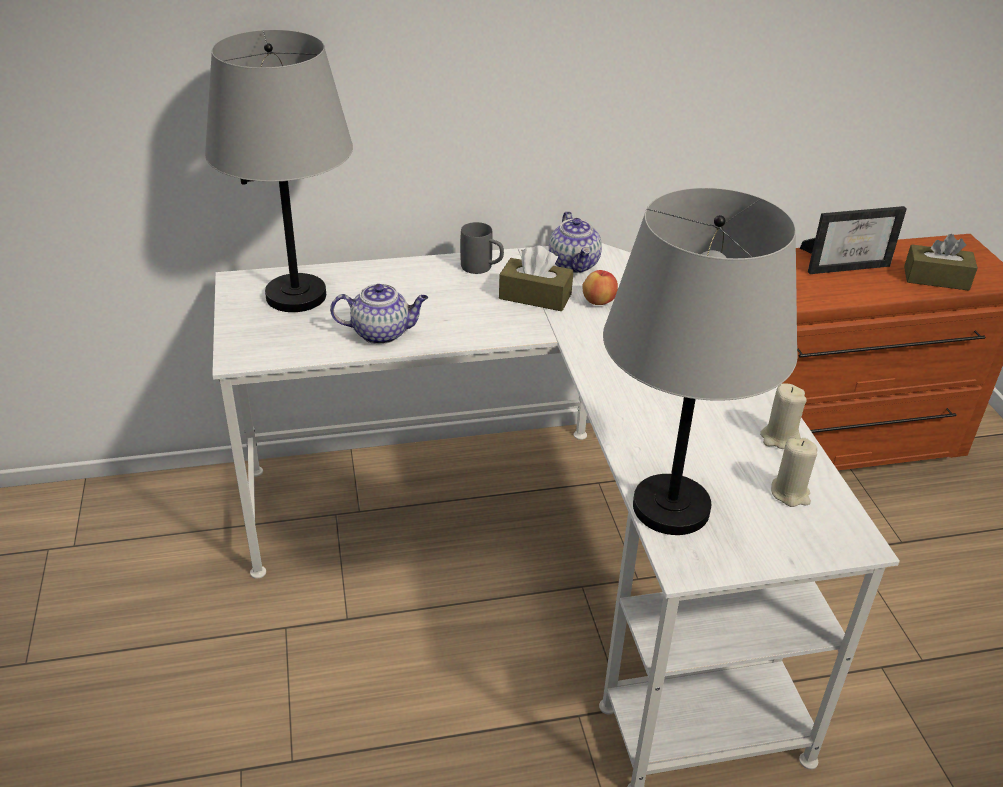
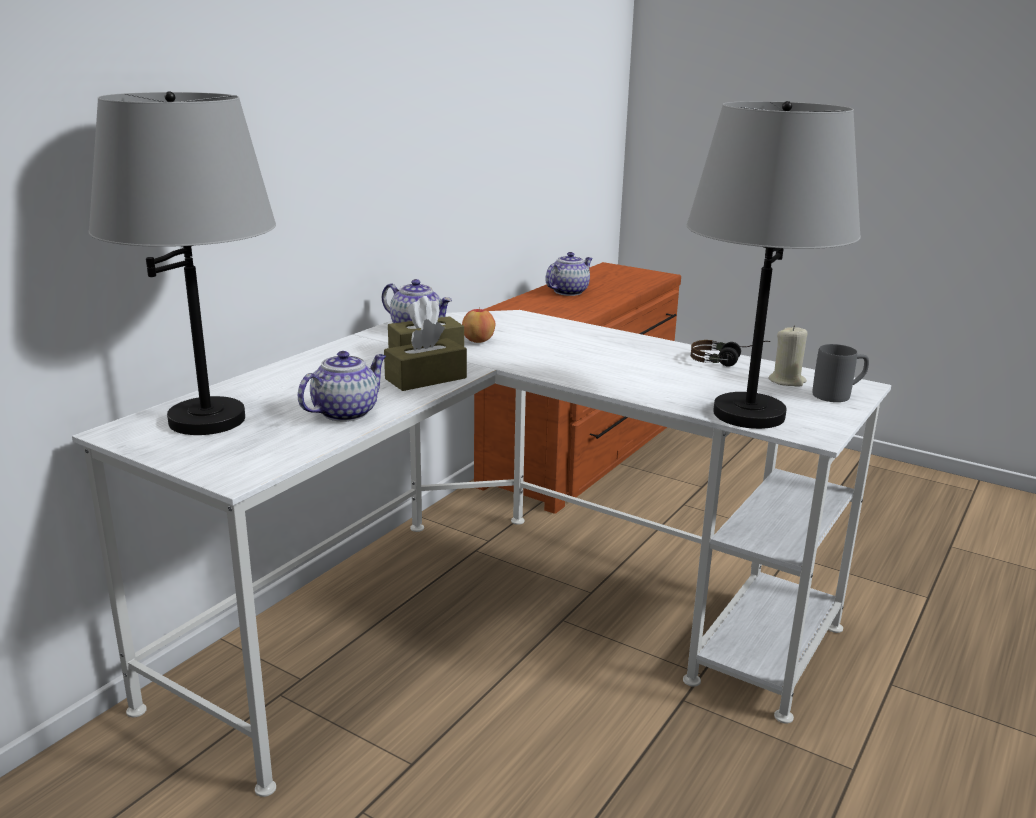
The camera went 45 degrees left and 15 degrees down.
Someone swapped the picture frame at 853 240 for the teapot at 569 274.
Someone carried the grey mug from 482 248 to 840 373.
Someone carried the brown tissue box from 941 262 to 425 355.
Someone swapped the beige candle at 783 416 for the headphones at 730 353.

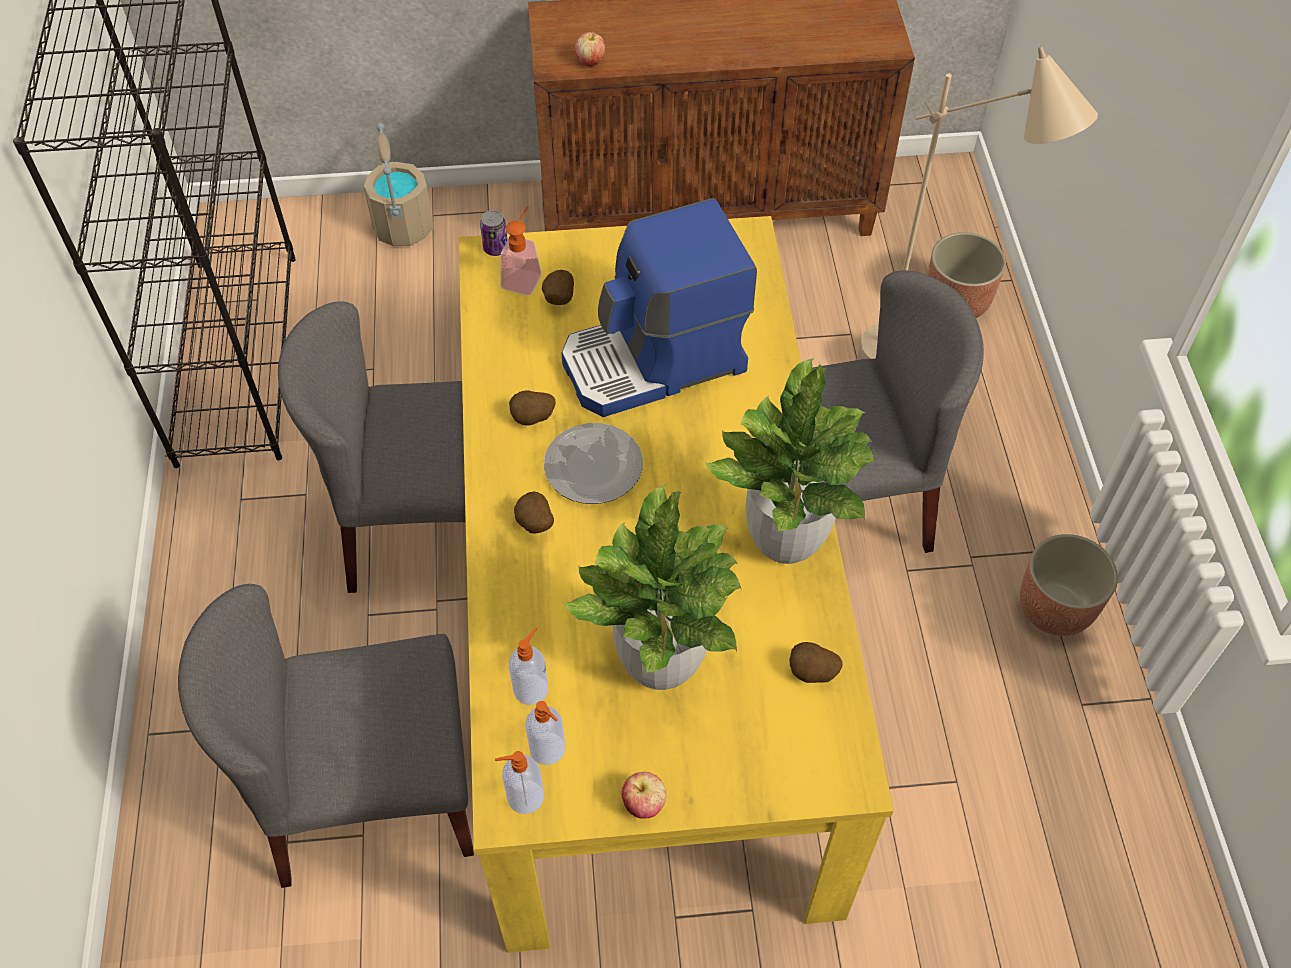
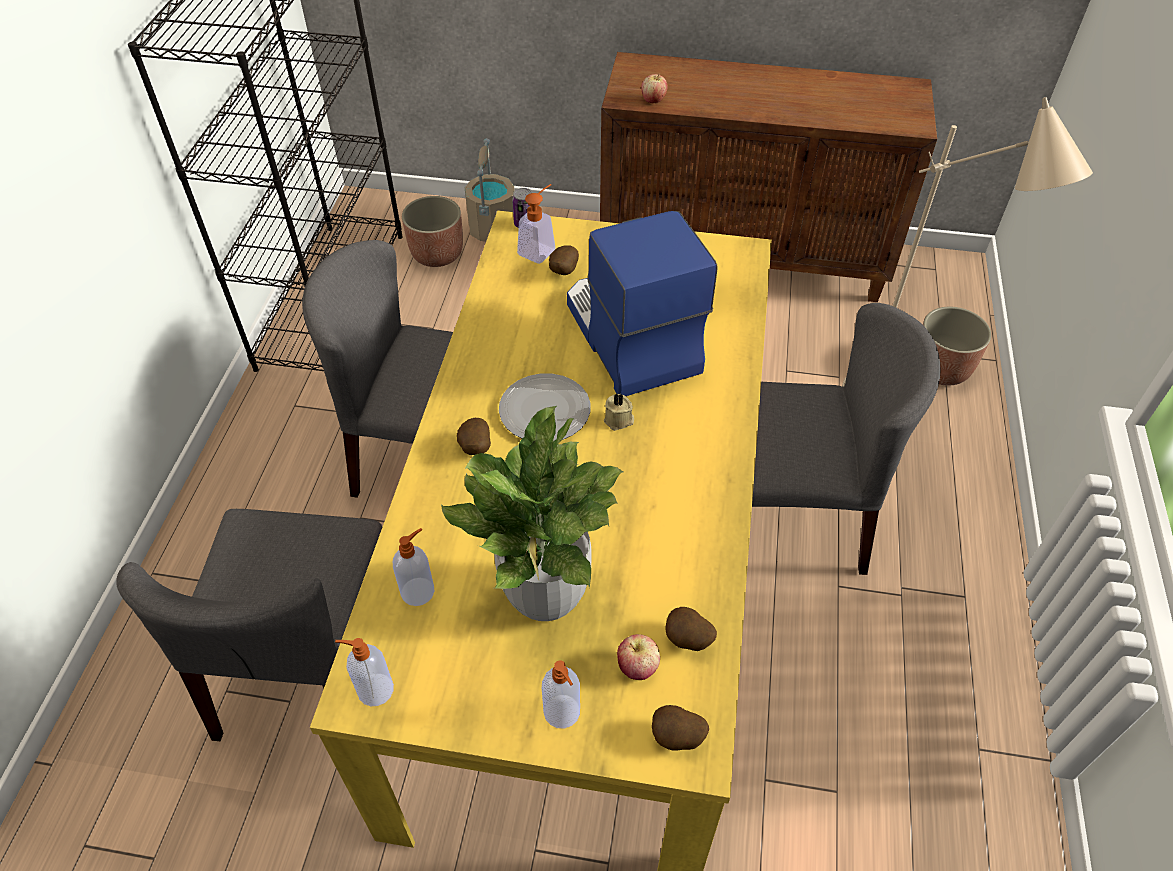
The camera went 15 degrees right and 5 degrees down.
Someone rotated the coffee machine at 659 307 by 75 degrees clockwise.
Someone took away the potted plant at 790 461.
Someone carried the potato from 532 408 to 680 728.
Someone carried the planter from 1069 585 to 432 231.
Someone rotated the grey chair at 326 736 by 90 degrees counterclockwise.
Someone carried the soap dispenser from 545 733 to 561 695.
Someone carried the apple from 644 795 to 638 657.
Someone put down the beige candle at 619 412.

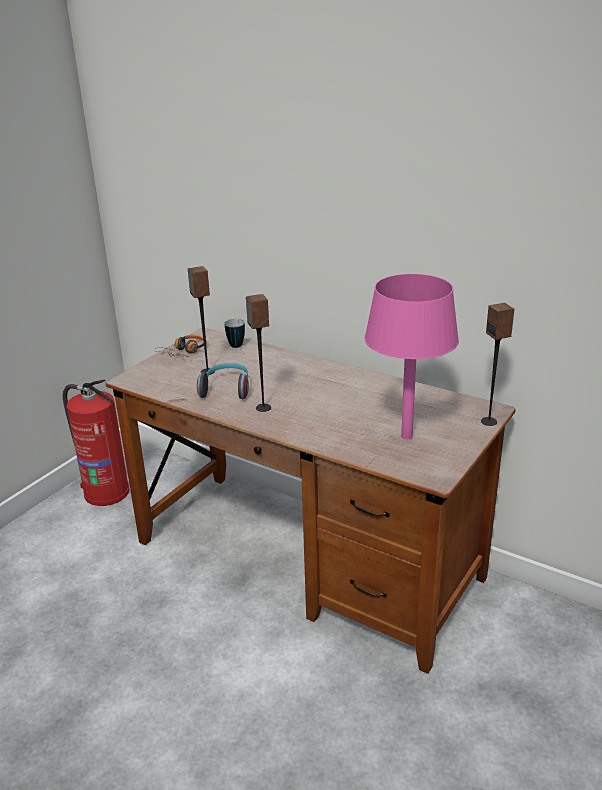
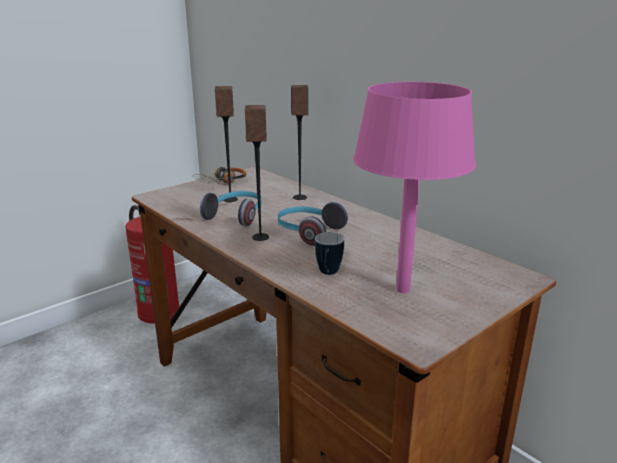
The camera went 15 degrees right and 5 degrees down.
Someone carried the speaker from 498 364 to 300 142.
Someone carried the mug from 235 333 to 329 253.
Someone put down the headphones at 313 224.

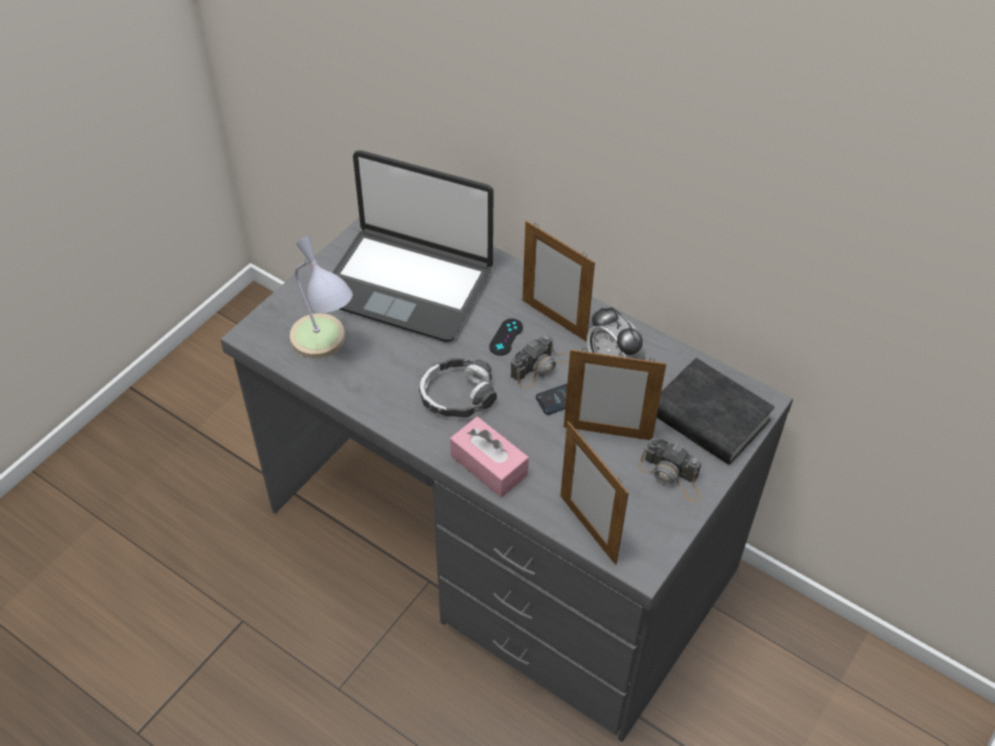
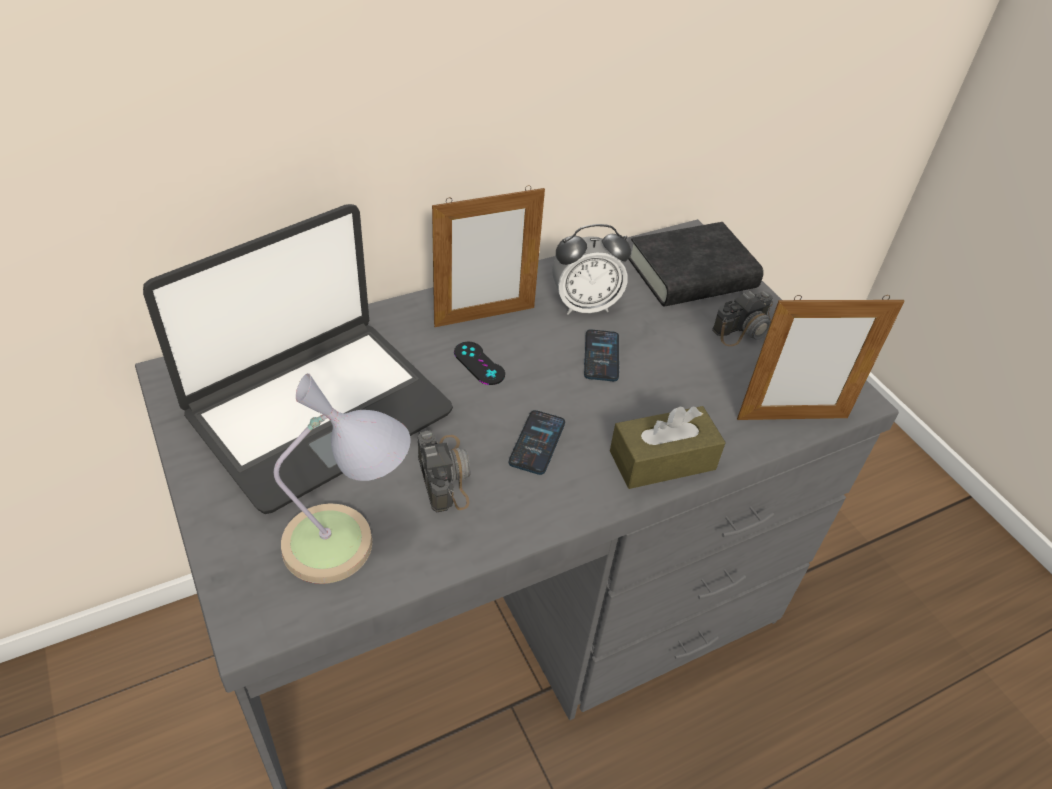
The camera went 65 degrees left and 5 degrees down.
Someone carried the photo camera from 540 361 to 444 471.
Someone took away the picture frame at 615 394.
Someone swapped the headphones at 458 387 for the phone at 537 442.
Someone repainted the pink tissue box at 489 457, which became the brown tissue box at 668 447.

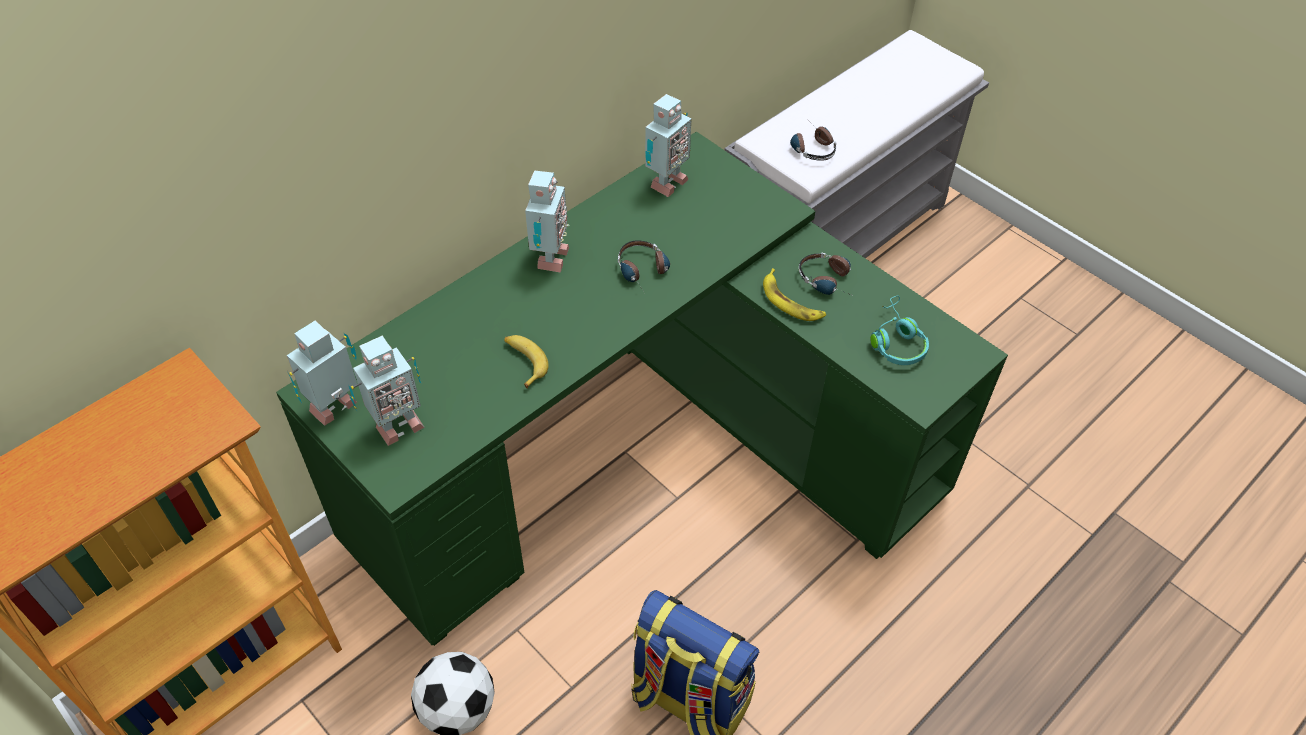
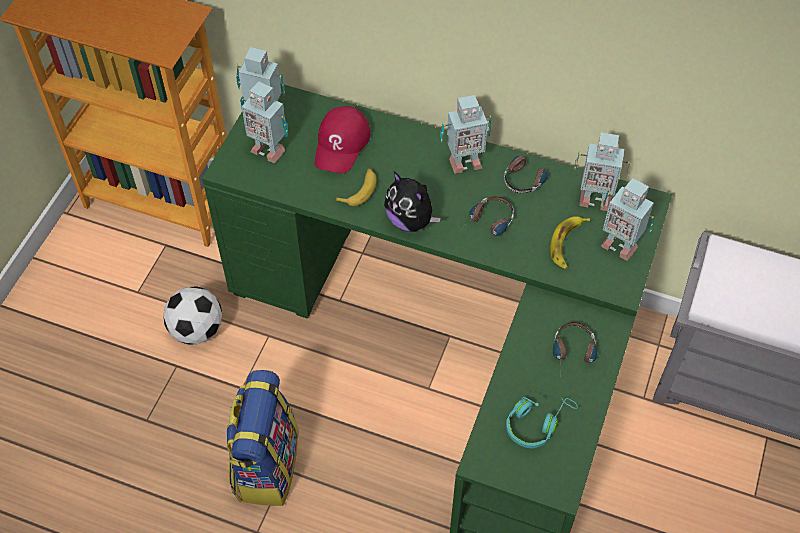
The camera went 65 degrees right and 5 degrees up.
Someone carried the headphones from 813 142 to 527 174.
Someone carried the banana from 794 294 to 570 242.
Someone put down the red cap at 343 139.
Someone put down the plush toy at 412 201.
Someone put down the toy robot at 627 219.

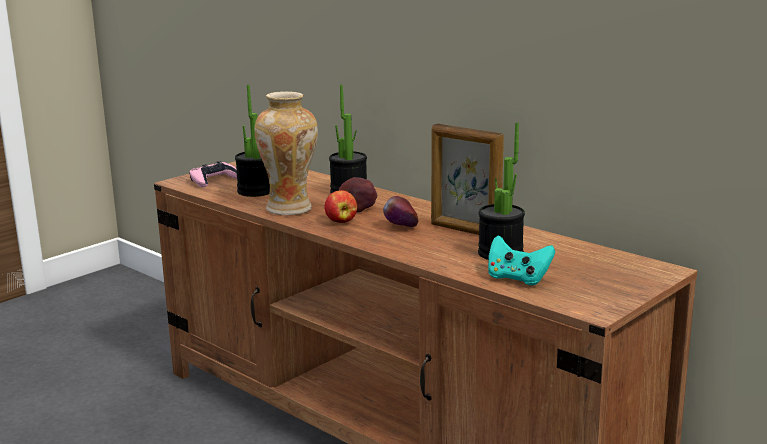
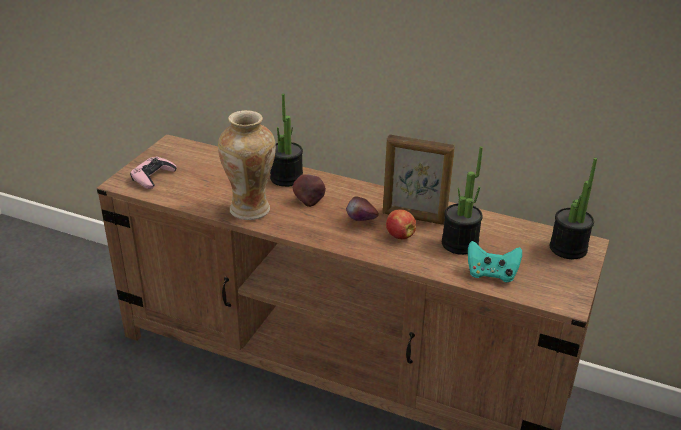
The camera went 20 degrees left and 15 degrees up.
Someone carried the potted plant from 252 141 to 573 208.
Someone carried the apple from 340 206 to 401 224.

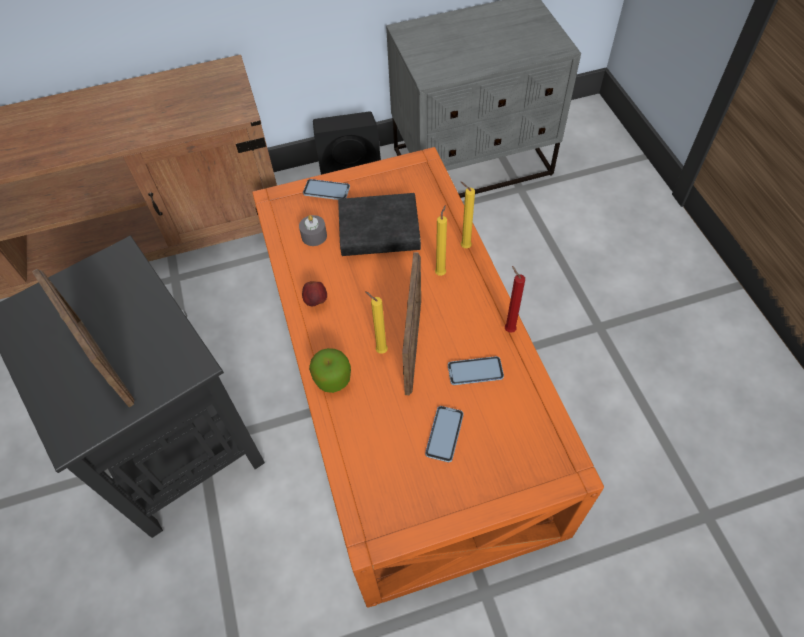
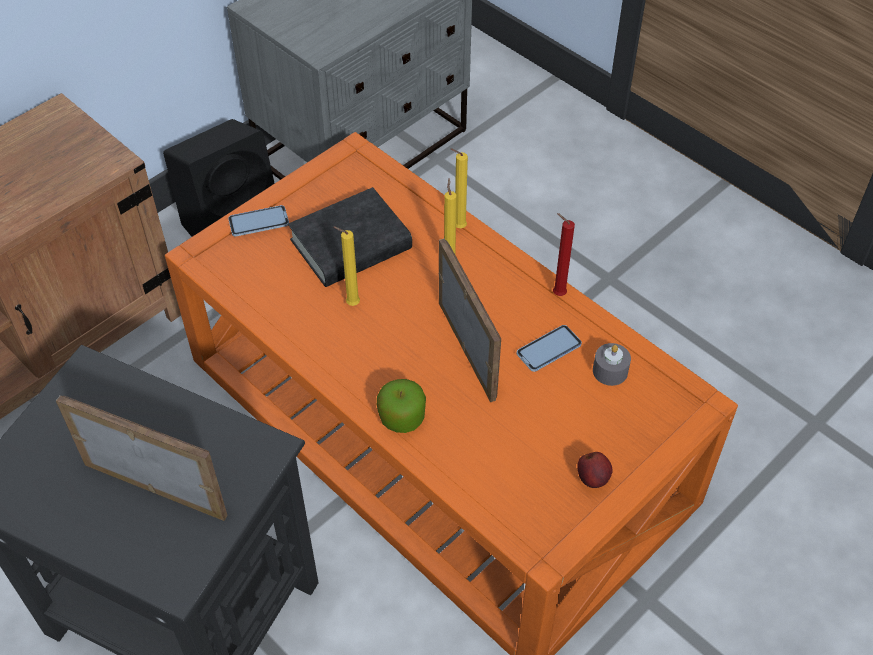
The camera went 30 degrees left and 5 degrees down.
Someone carried the grey candle from 313 230 to 612 364.
Someone carried the apple from 314 293 to 595 470.
Someone carried the yellow candle from 376 322 to 347 266.
Someone took away the phone at 444 434.

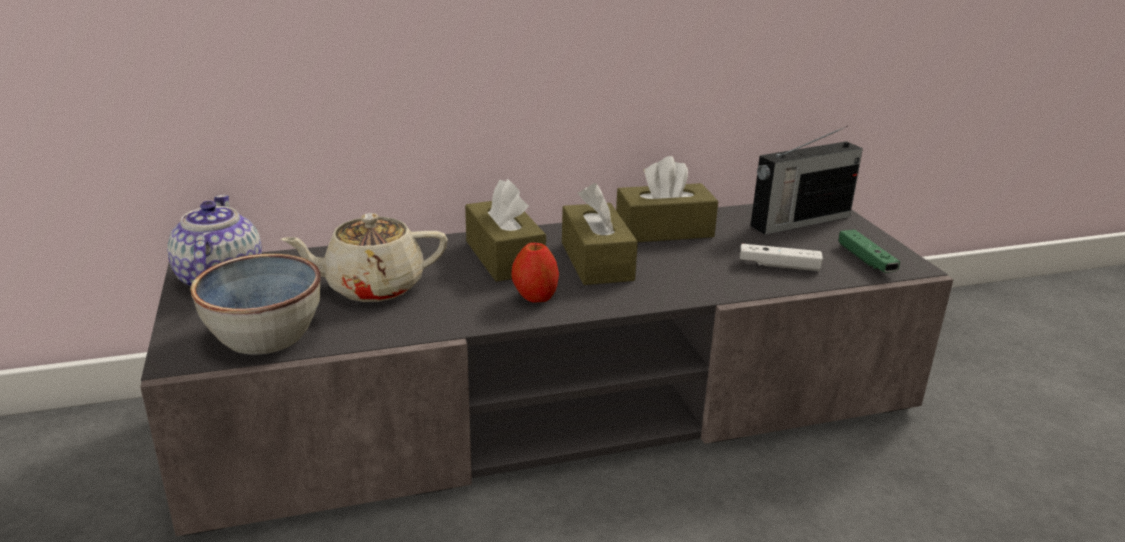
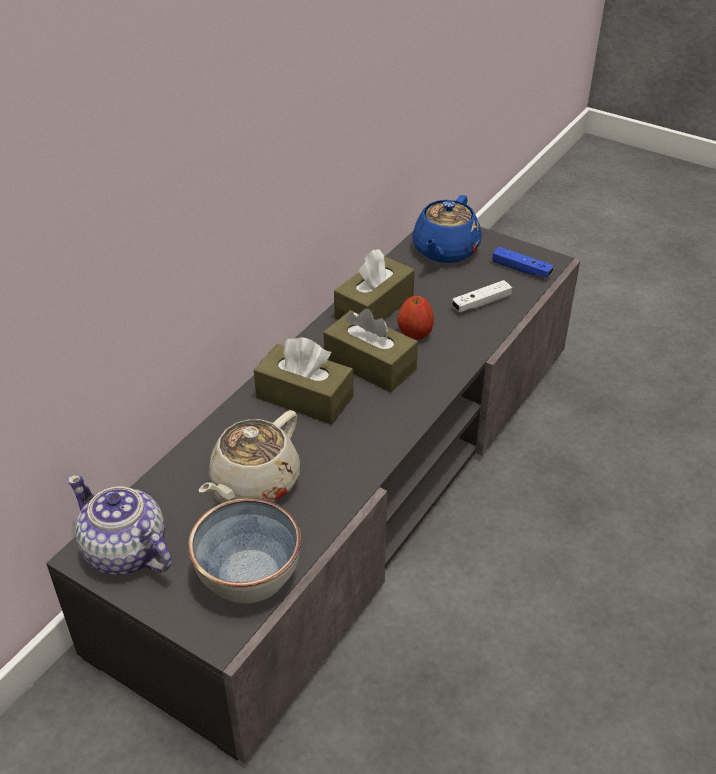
The camera went 40 degrees left and 15 degrees up.
Someone swapped the radio at 807 180 for the blue teapot at 447 229.
Someone repainted the green game controller at 869 251, which became the blue game controller at 523 262.
Someone carried the apple from 535 272 to 415 318.

